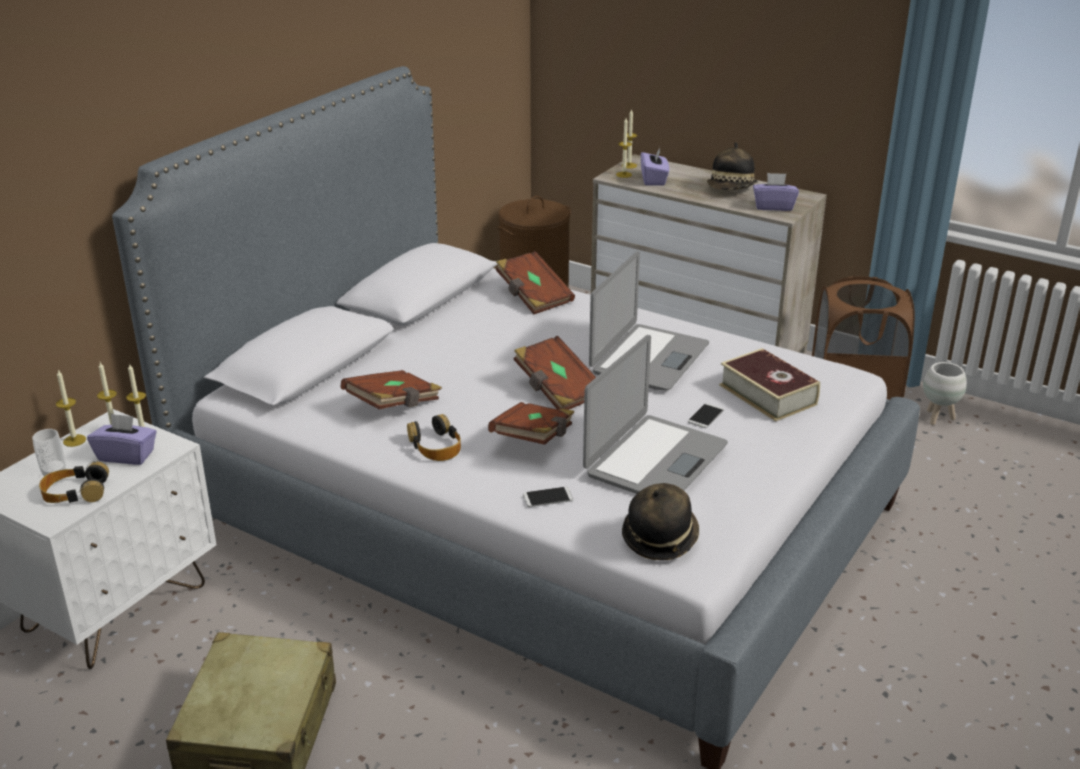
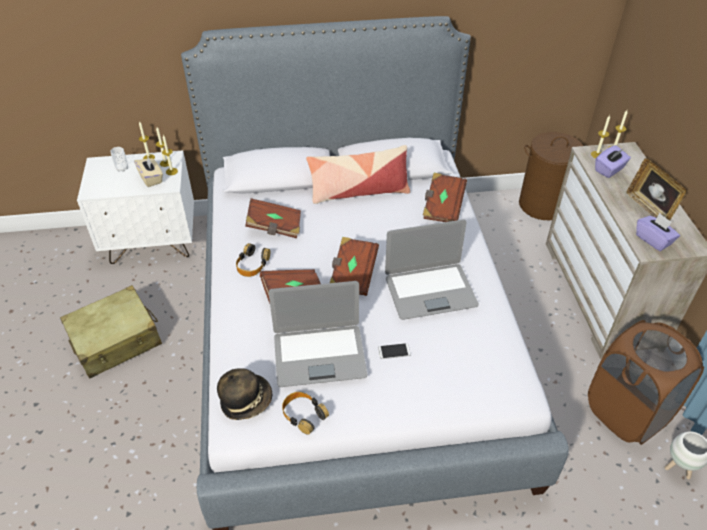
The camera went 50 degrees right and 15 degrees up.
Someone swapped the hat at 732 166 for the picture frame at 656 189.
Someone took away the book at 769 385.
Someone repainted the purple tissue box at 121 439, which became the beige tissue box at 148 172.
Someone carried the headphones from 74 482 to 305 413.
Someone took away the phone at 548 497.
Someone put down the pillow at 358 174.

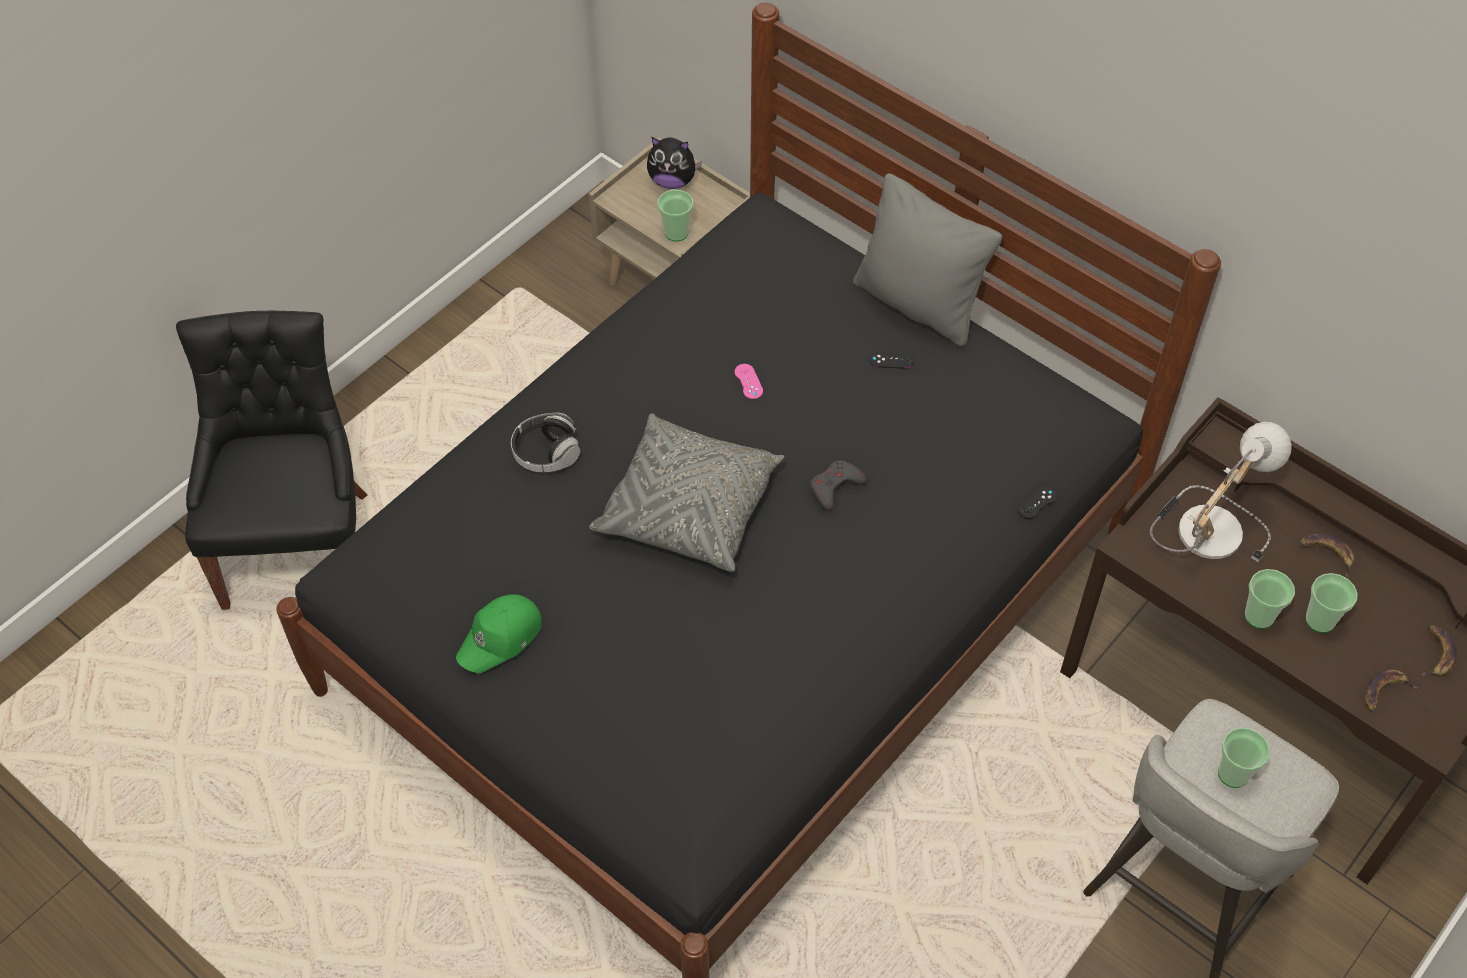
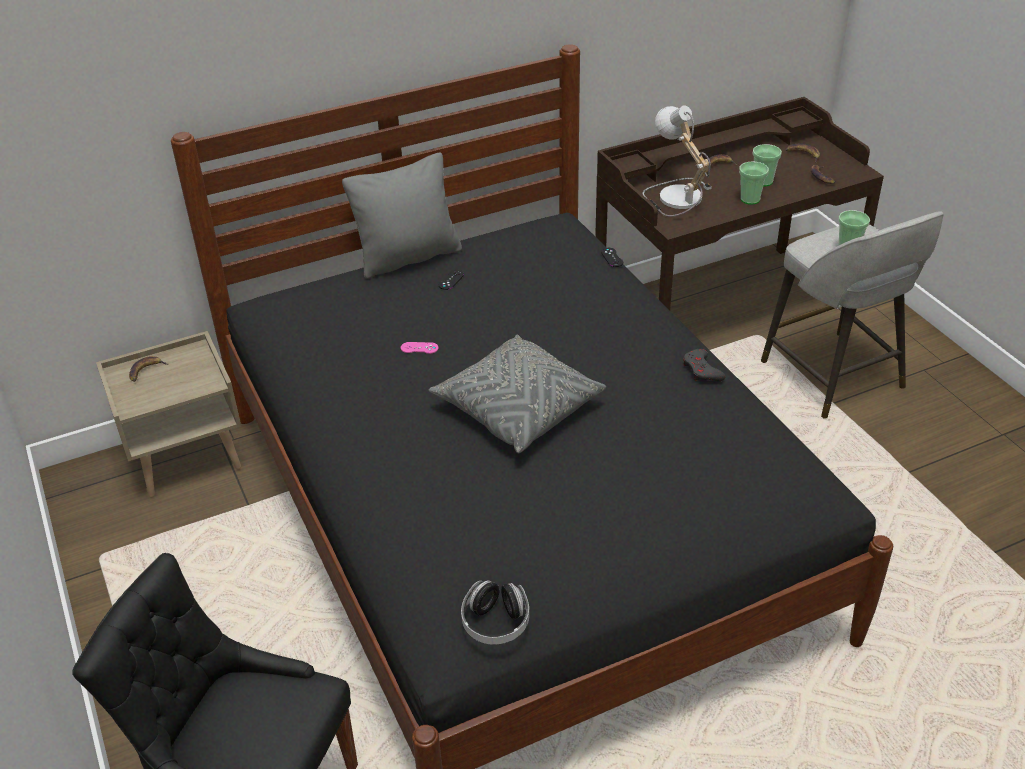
The camera went 65 degrees left and 15 degrees down.
Someone swapped the plush toy at 674 163 for the banana at 148 369.
Someone took away the cup at 675 216.
Someone carried the headphones from 546 442 to 495 612.
Someone carried the grey game controller from 838 485 to 704 365.
Someone took away the green cap at 499 633.

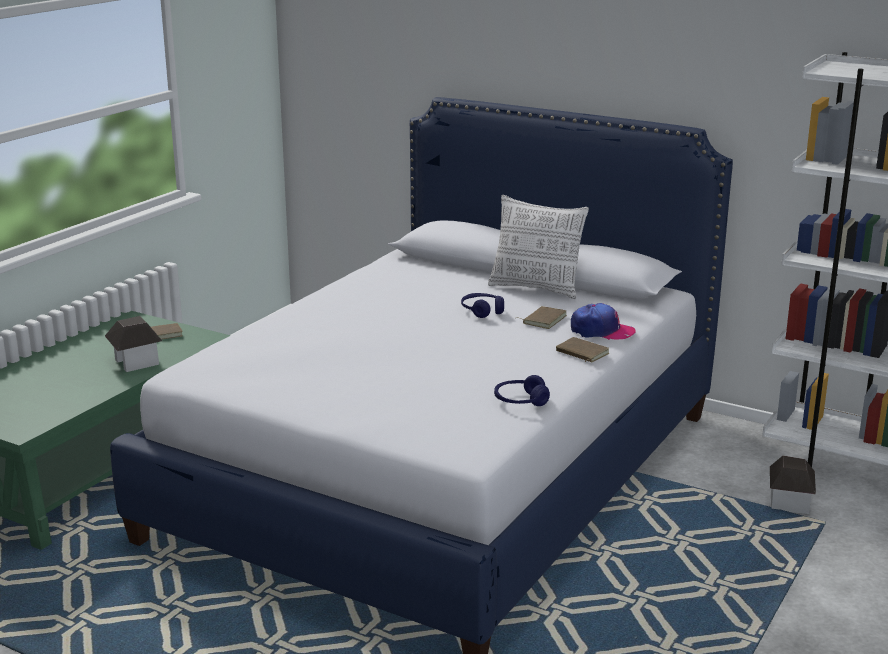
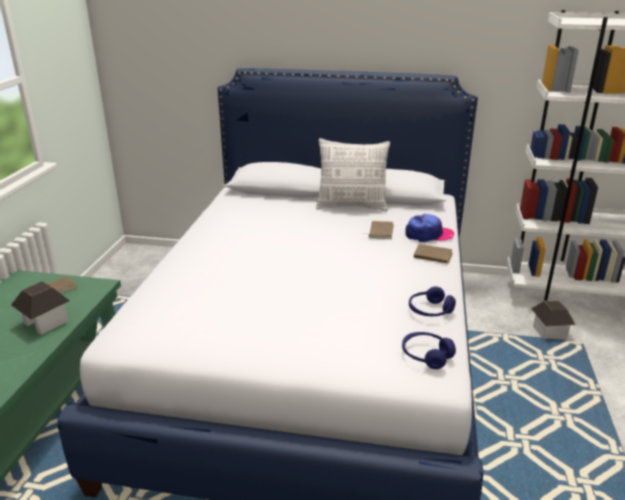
The camera went 20 degrees left and 5 degrees up.
Someone carried the blue headphones from 482 305 to 429 350.

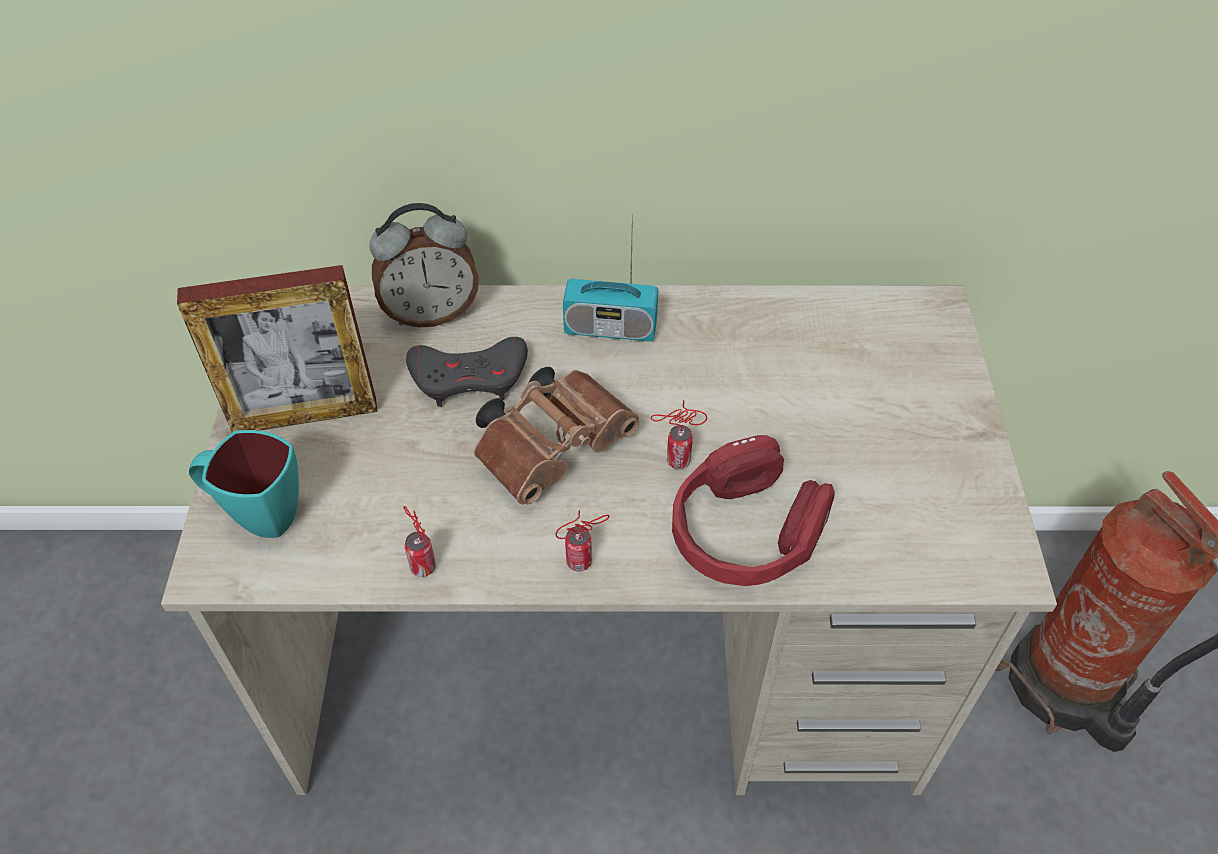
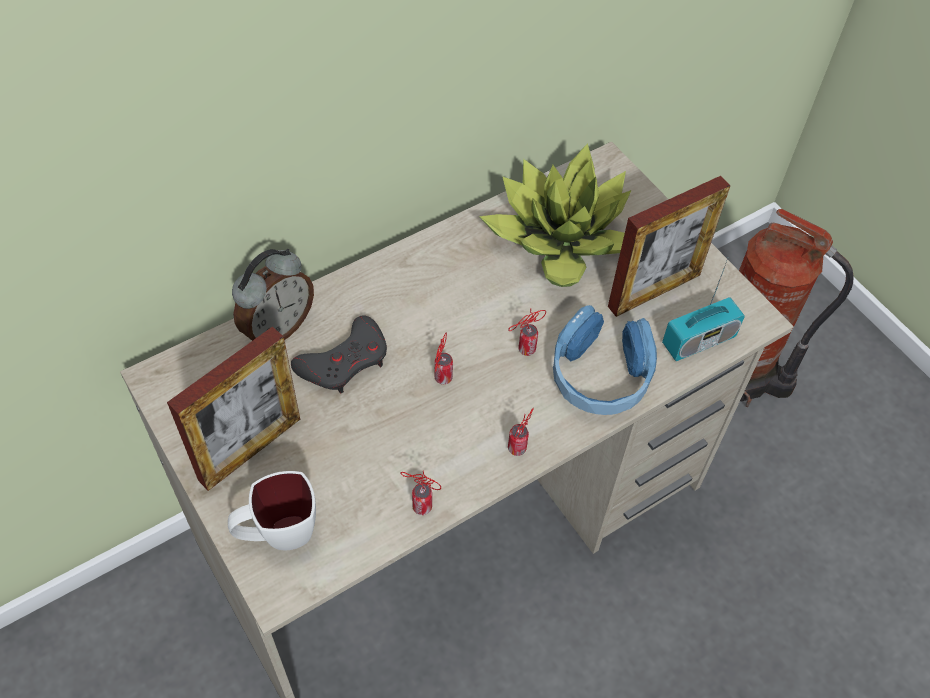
The camera went 35 degrees left and 5 degrees up.
Someone carried the radio from 610 277 to 703 309.
Someone swapped the brown binoculars at 557 436 for the can at 444 358.
Someone repainted the turquoise mug at 244 484, which became the white mug at 272 510.
Someone repainted the red headphones at 753 510, which became the blue headphones at 605 360.
Someone put down the potted plant at 555 215.
Someone put down the picture frame at 669 246.

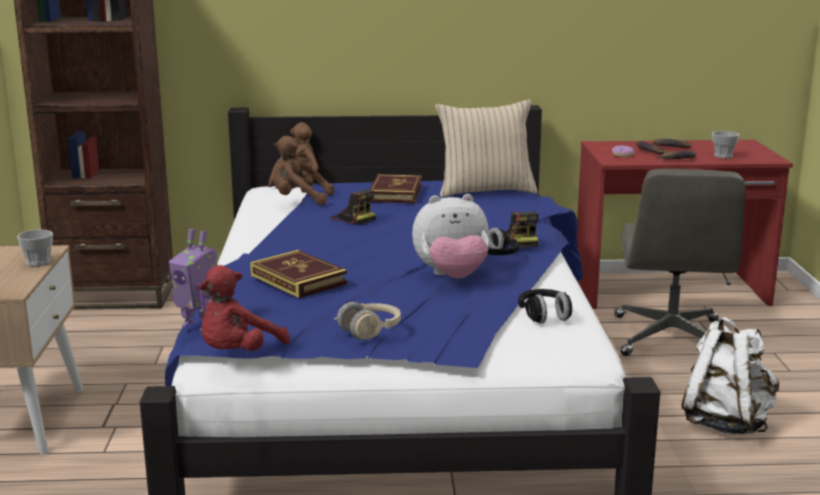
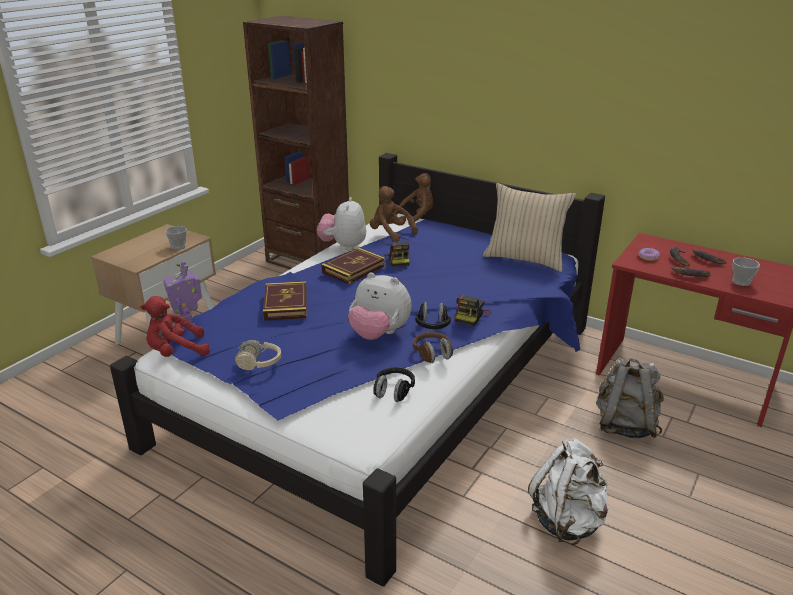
The camera went 35 degrees right and 10 degrees up.
Someone swapped the grey office chair at 680 262 for the grey backpack at 630 397.
Someone carried the book from 395 189 to 353 266.
Someone put down the plush toy at 341 224.
Someone put down the brown headphones at 433 347.

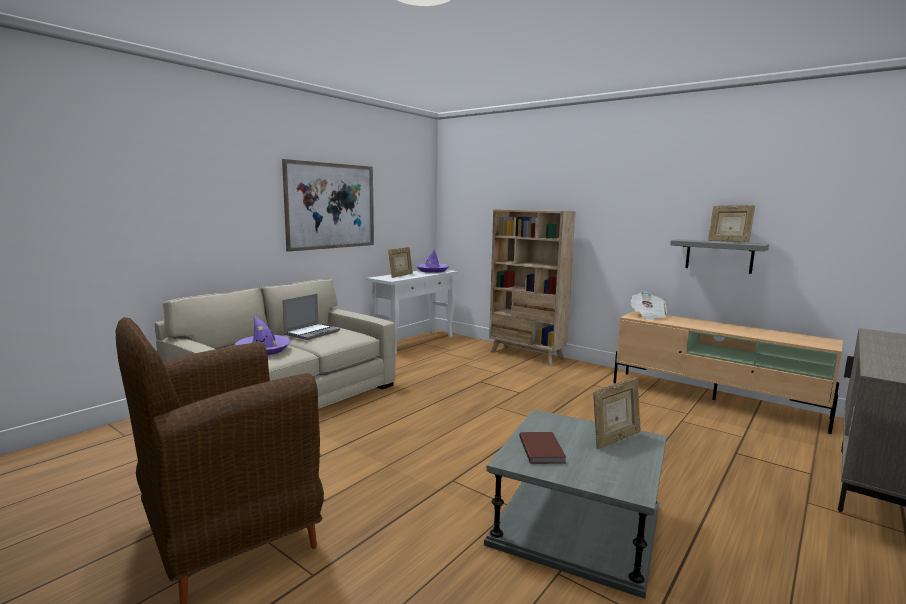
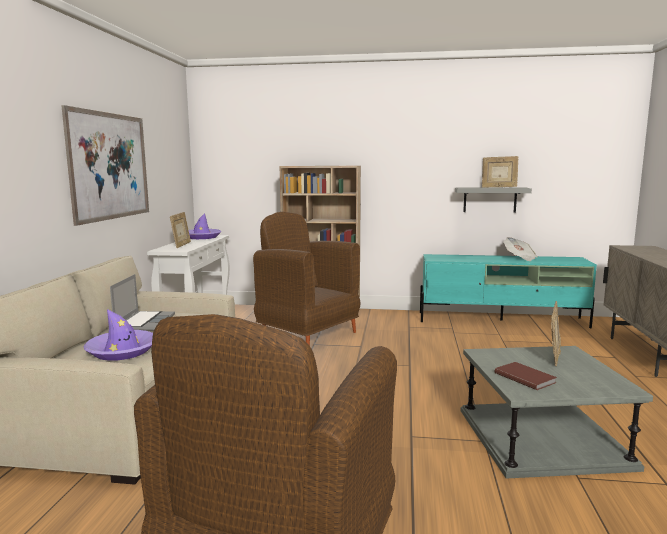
The camera went 30 degrees left and 0 degrees up.
Someone carried the newspaper from 648 306 to 520 249.
Someone repainted the beige tv stand at 728 372, which became the turquoise tv stand at 508 291.
Someone put down the brown armchair at 306 278.

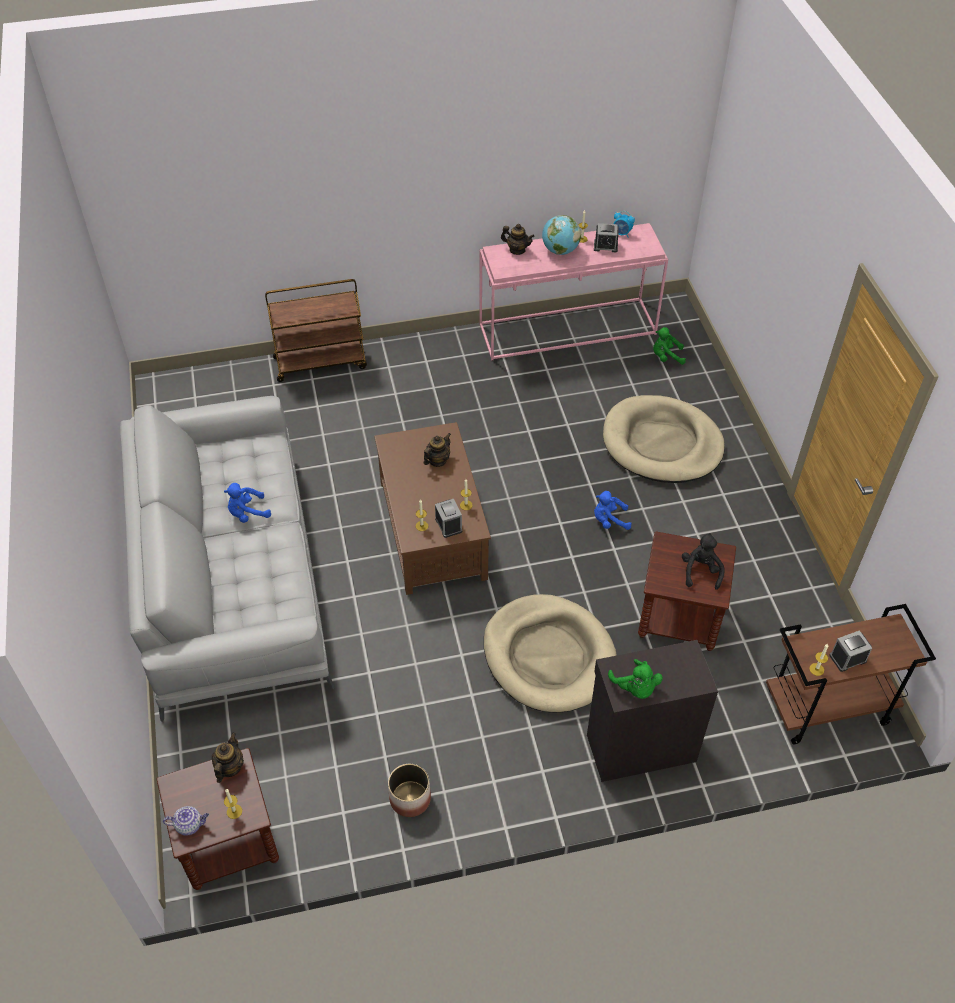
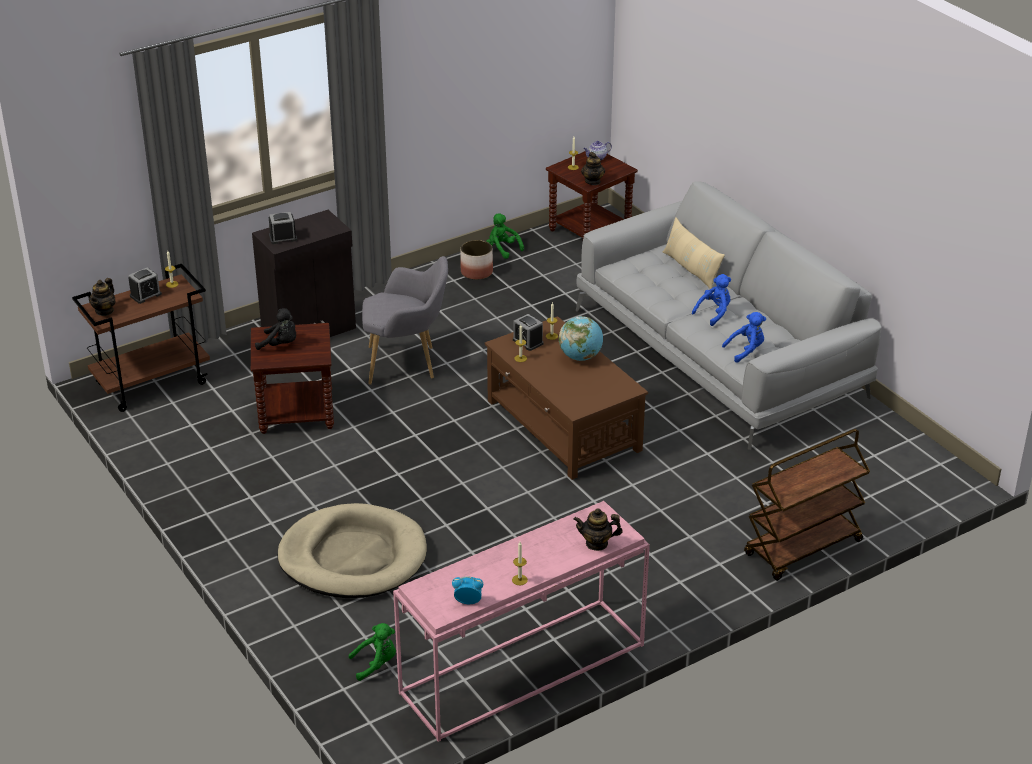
The camera went 160 degrees right and 15 degrees down.
Someone carried the globe from 561 235 to 581 338.
Someone carried the alarm clock from 606 237 to 283 228.
Someone carried the teapot from 437 450 to 102 297.
Someone carried the blue plush toy from 613 510 to 744 337.
Someone rotated the black plush toy at 703 561 by 60 degrees counterclockwise.
Someone swapped the beige dog bed at 550 653 for the grey armchair at 405 320.
Someone carried the green plush toy from 635 679 to 505 236.
Someone put down the beige pillow at 694 253.

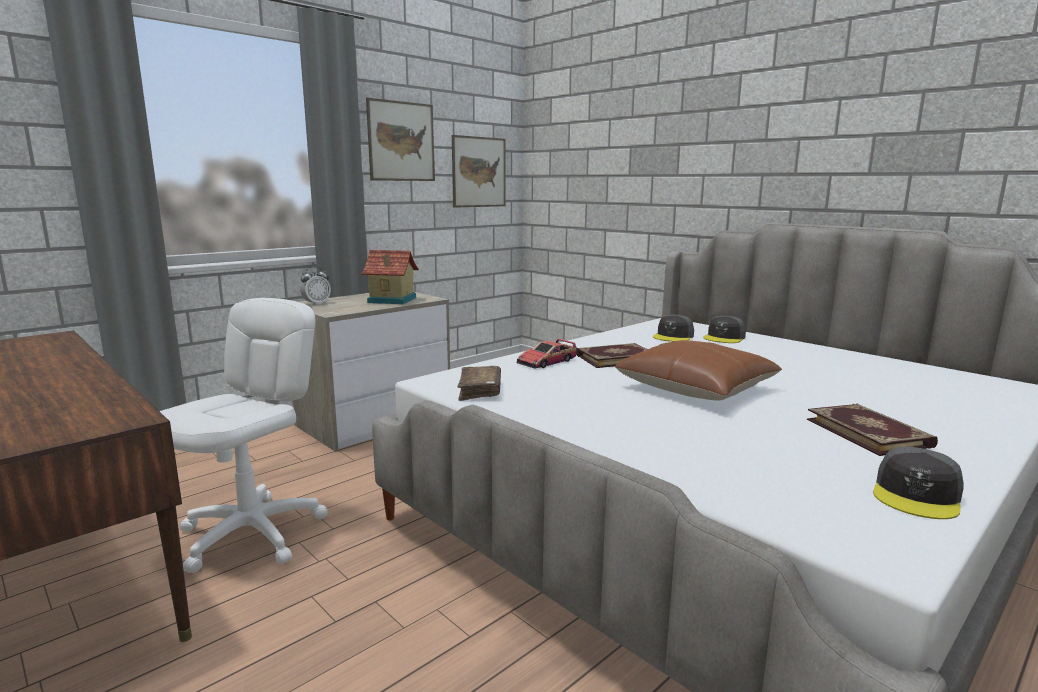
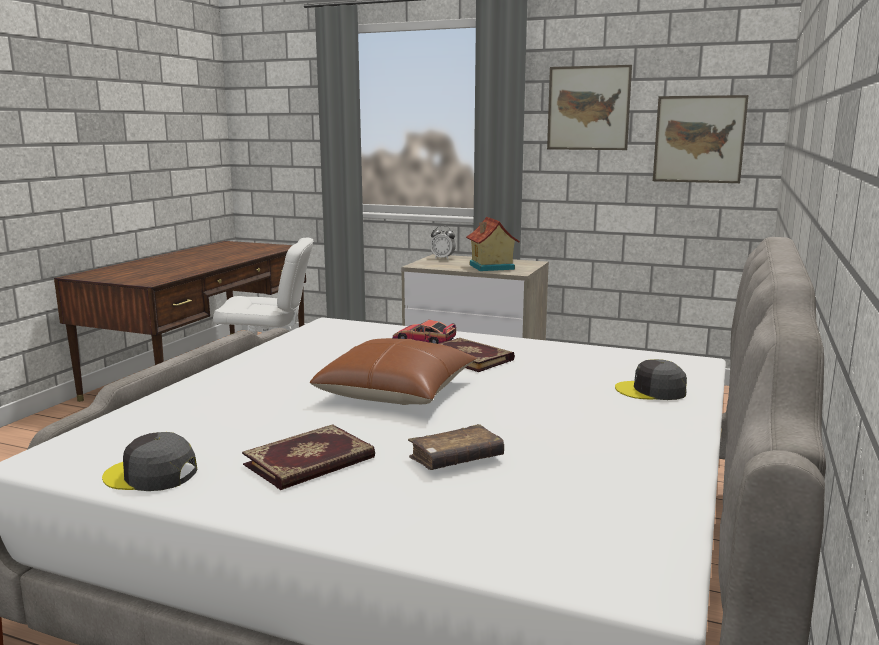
The camera went 65 degrees right and 0 degrees up.
Someone took away the grey cap at 673 328.
Someone carried the brown book from 479 383 to 456 447.

